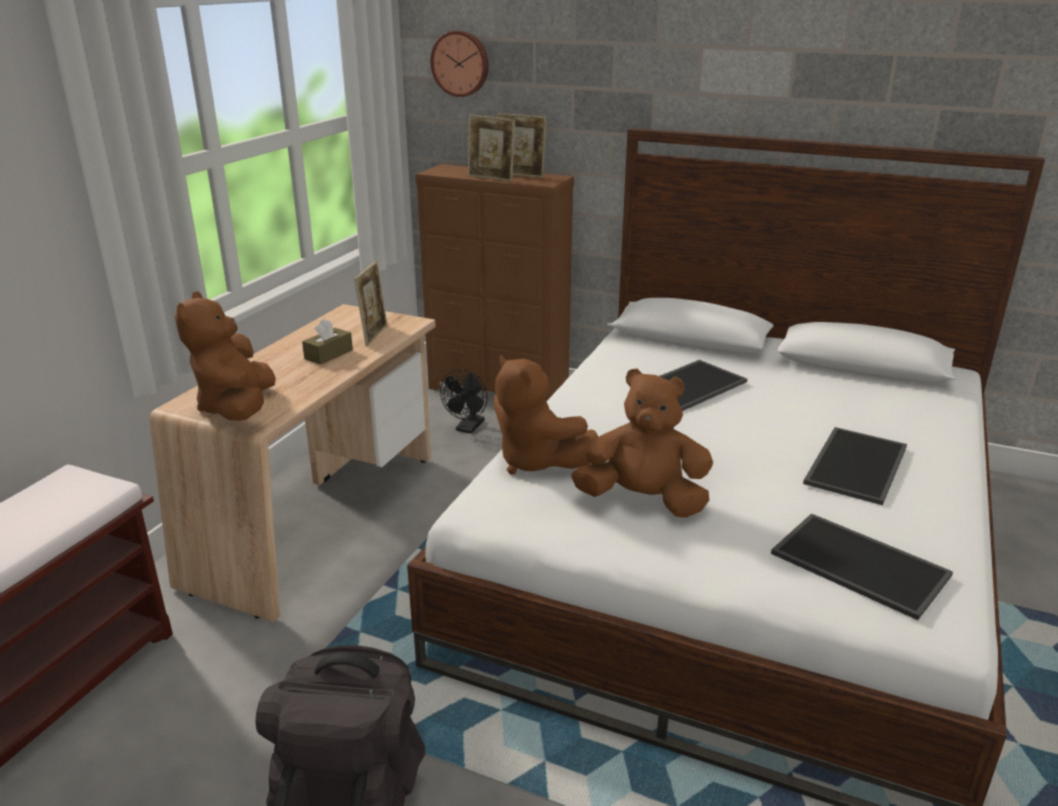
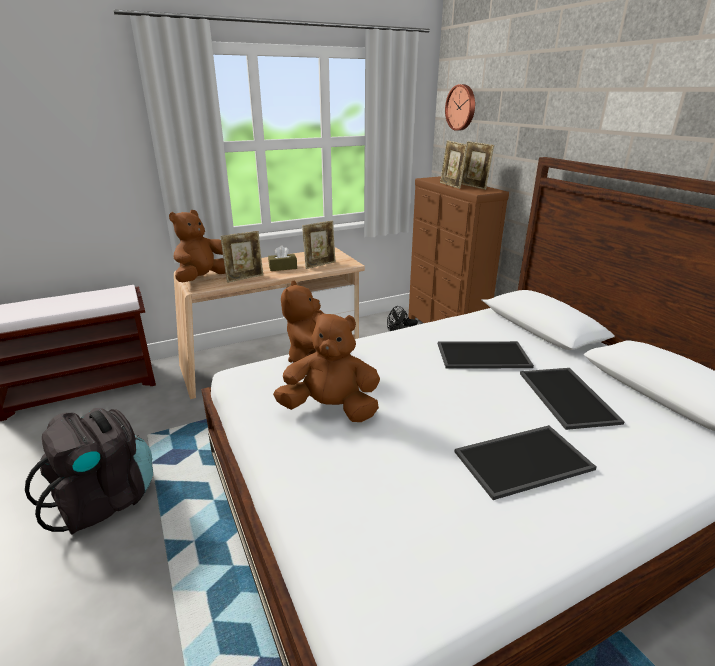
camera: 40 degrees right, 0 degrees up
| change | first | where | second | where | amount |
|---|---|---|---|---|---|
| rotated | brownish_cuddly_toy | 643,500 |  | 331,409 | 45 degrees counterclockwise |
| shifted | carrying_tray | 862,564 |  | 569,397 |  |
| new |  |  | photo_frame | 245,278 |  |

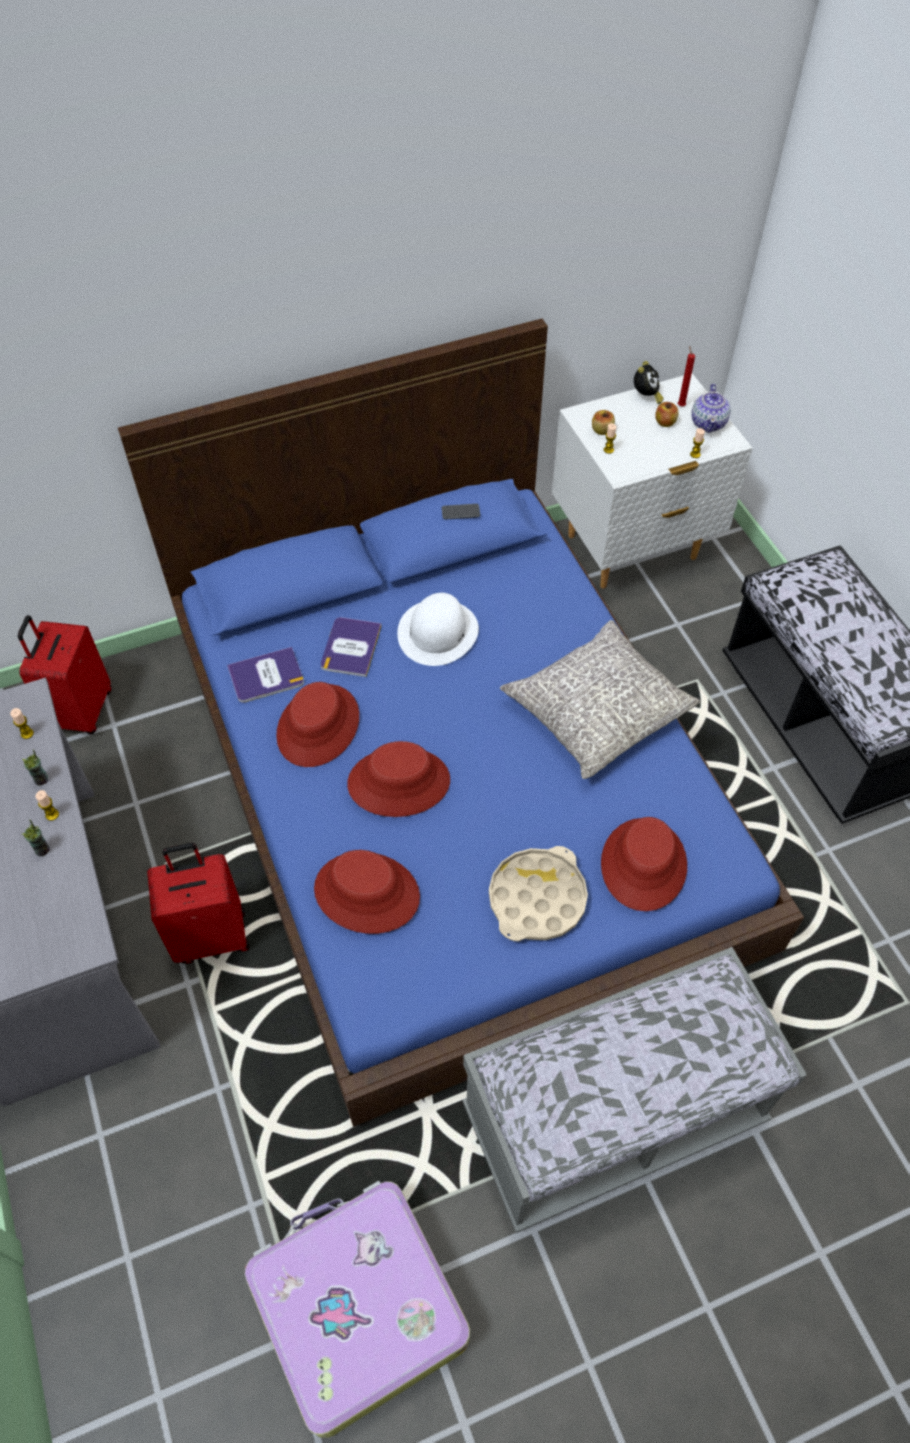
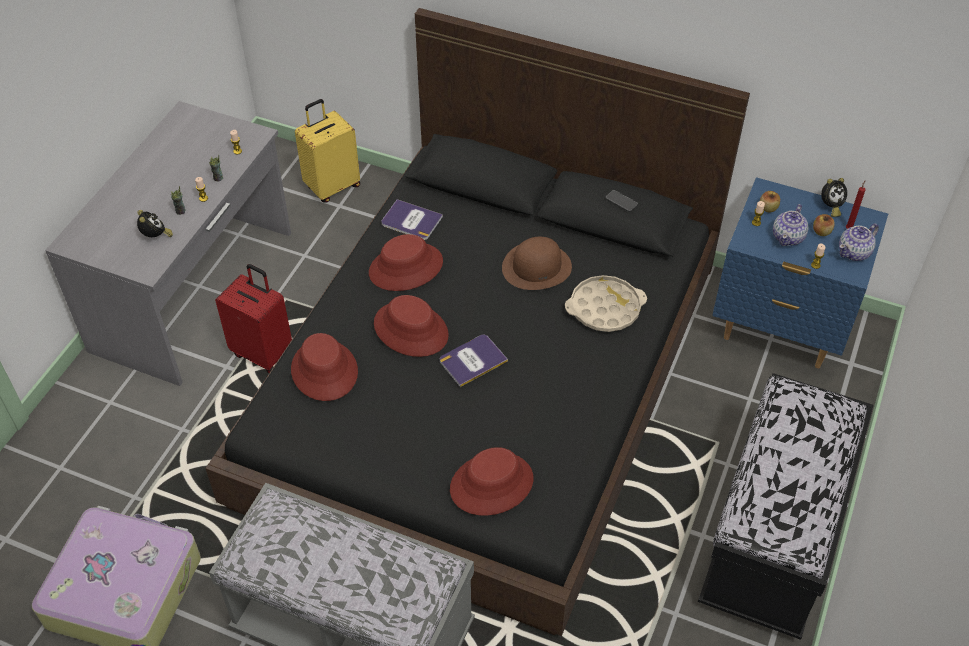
camera: 45 degrees right, 5 degrees down
| change | first | where | second | where | amount |
|---|---|---|---|---|---|
| repainted | blue-coloured_bedroom_bed | 454,781 | blackish_bedroom_bed | 485,379 |  |
| repainted | white_nightstand | 632,548 | blue-coloured_nightstand | 779,329 |  |
| repainted | white_wearable_hat | 438,631 | brownish_wearable_hat | 537,266 |  |
| repainted | red-coloured_piece_of_luggage | 81,710 | yellow-coloured_piece_of_luggage | 332,186 |  |
| shifted | volume | 351,647 |  | 472,360 |  |
| gone | greyish_cushion | 597,710 |  |  |  |
| shifted | sand-coloured_carrying_tray | 537,898 |  | 605,308 |  |
| new |  |  | tea_pot | 788,237 |  |
| new |  |  | table_clock | 156,237 |  |

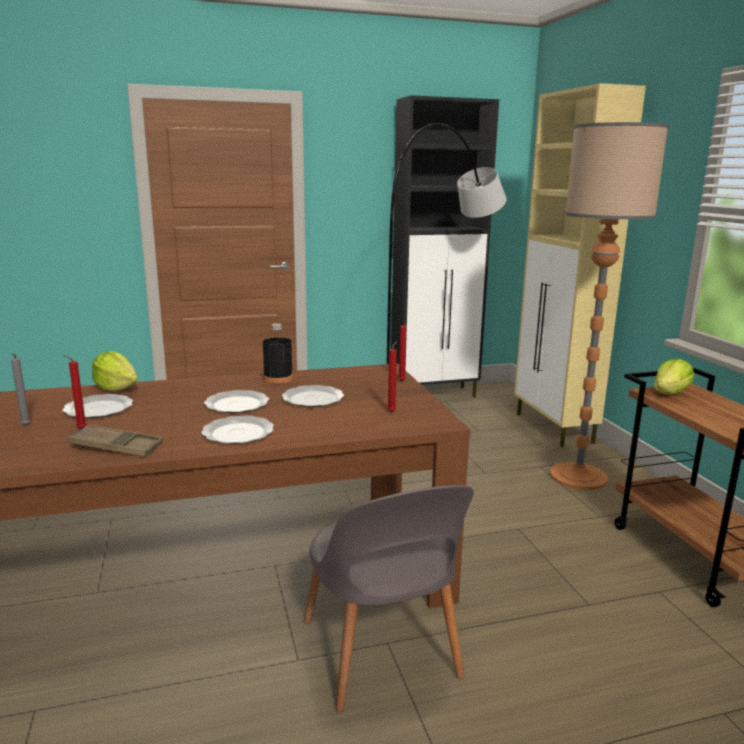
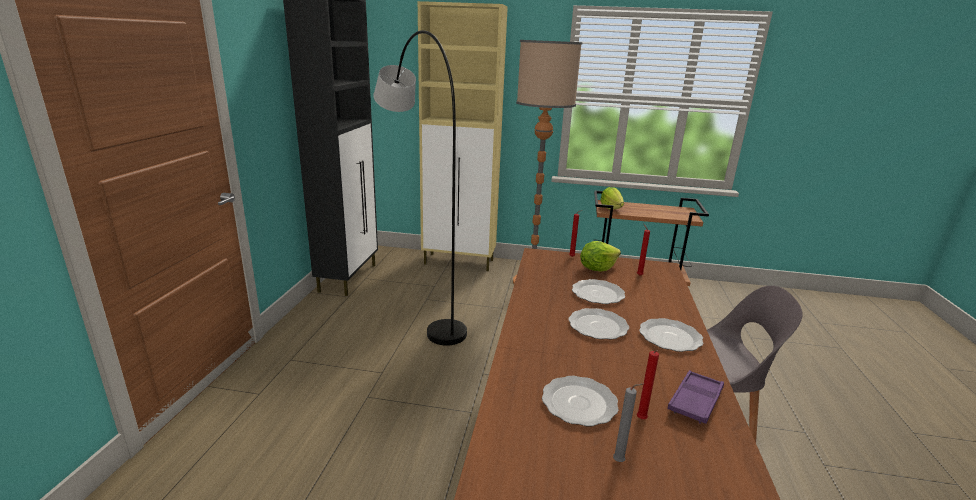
camera: 65 degrees left, 5 degrees up
| change | first | where | second | where | amount |
|---|---|---|---|---|---|
| gone | blackish_drink_bottle | 278,378 |  |  |  |
| shifted | lettuce | 116,388 |  | 597,268 |  |
| repainted | brownish_carrying_tray | 116,447 | purplish_carrying_tray | 695,401 |  |

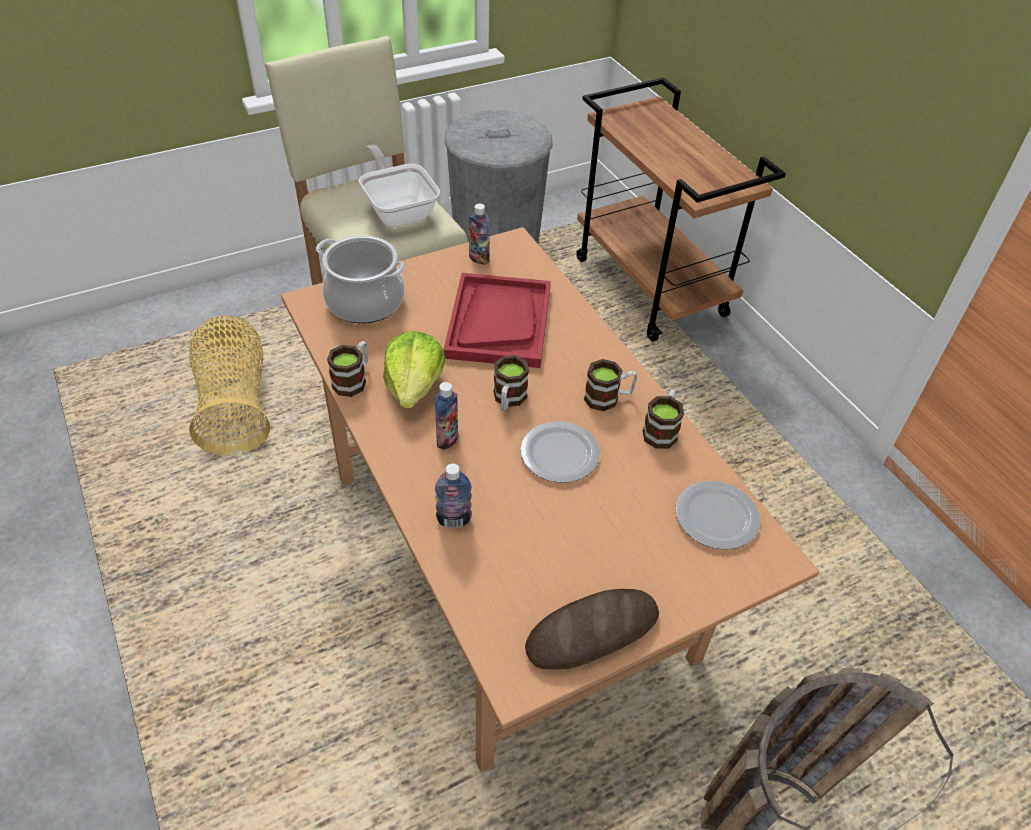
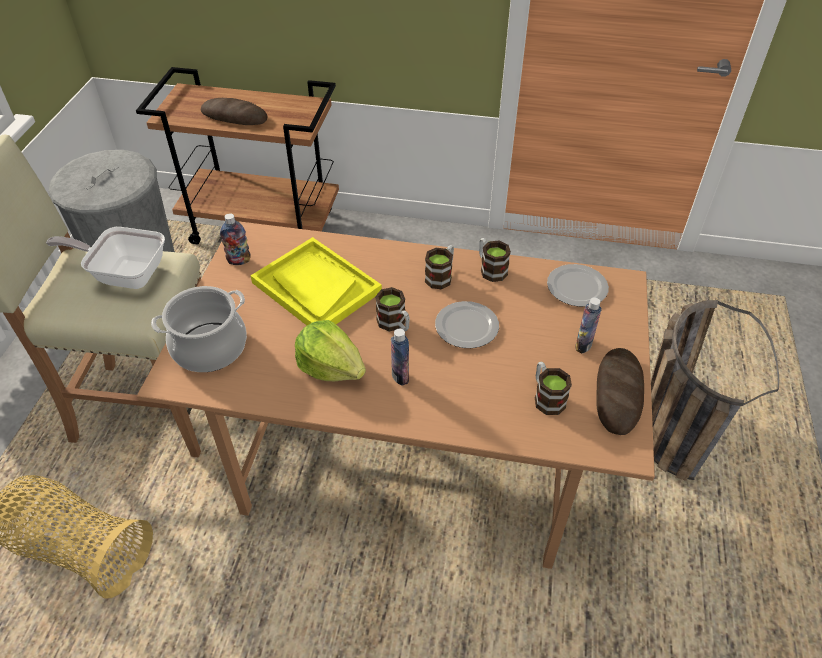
camera: 50 degrees left, 0 degrees up
| change | first | where | second | where | amount |
|---|---|---|---|---|---|
| repainted | red-coloured_carrying_tray | 498,322 | yellow-coloured_carrying_tray | 316,287 |  |
| shifted | coffee_mug | 353,379 |  | 546,397 |  |
| shifted | drink_bottle | 454,520 |  | 583,345 |  |
| new |  |  | baked_bread | 234,116 |  |

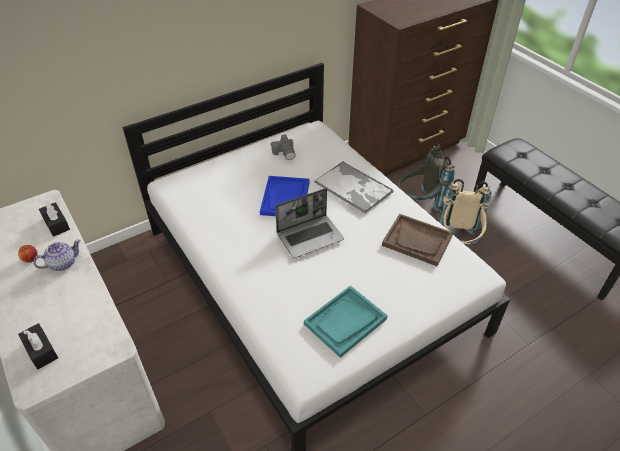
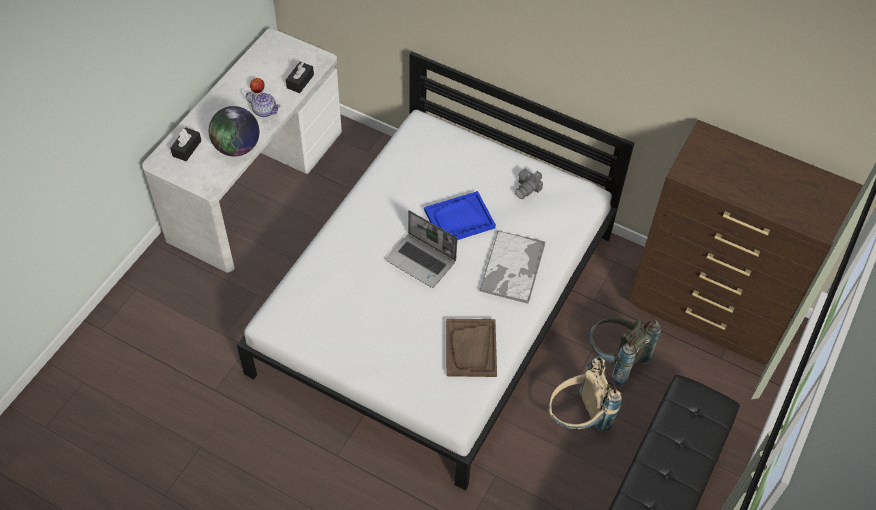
camera: 60 degrees right, 10 degrees up
| change | first | where | second | where | amount |
|---|---|---|---|---|---|
| gone | turquoise-coloured_carrying_tray | 345,322 |  |  |  |
| new |  |  | world_globe | 237,147 |  |

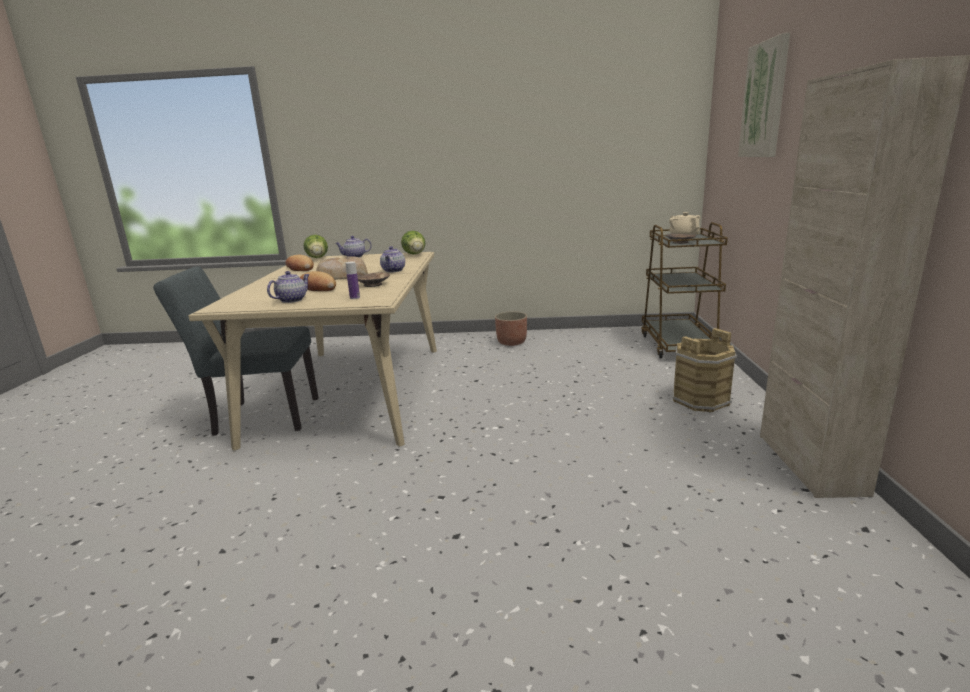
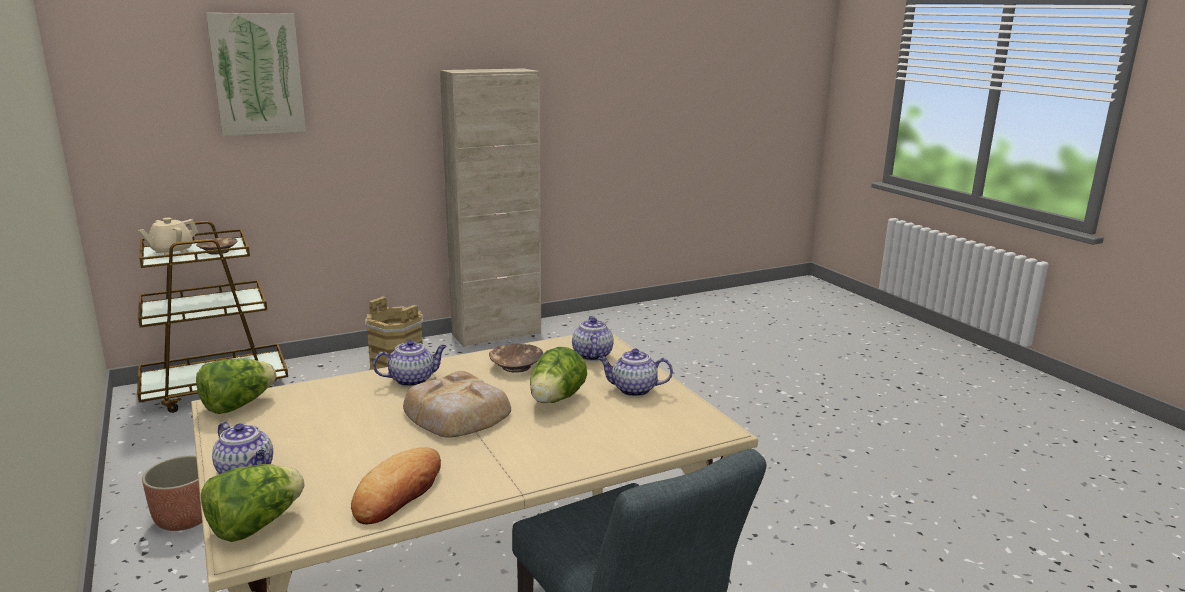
camera: 120 degrees left, 0 degrees up
| change | first | where | second | where | amount |
|---|---|---|---|---|---|
| swapped | drink_bottle | 355,298 | tea_pot | 591,355 |  |
| swapped | baked_bread | 317,287 | lettuce | 556,400 |  |

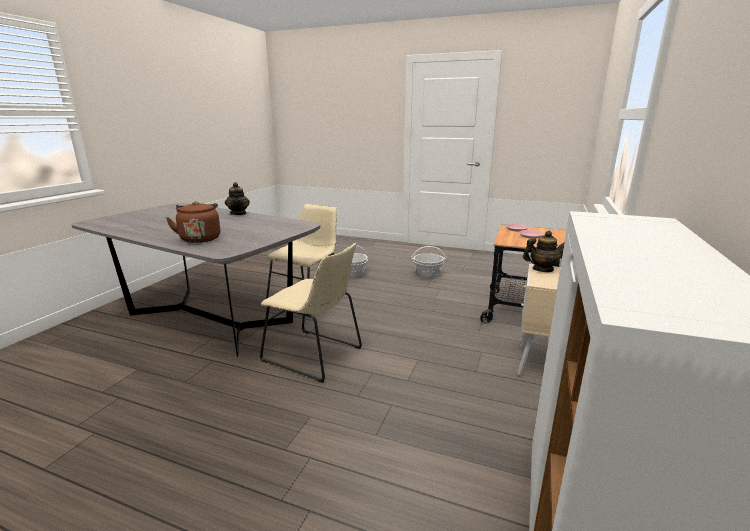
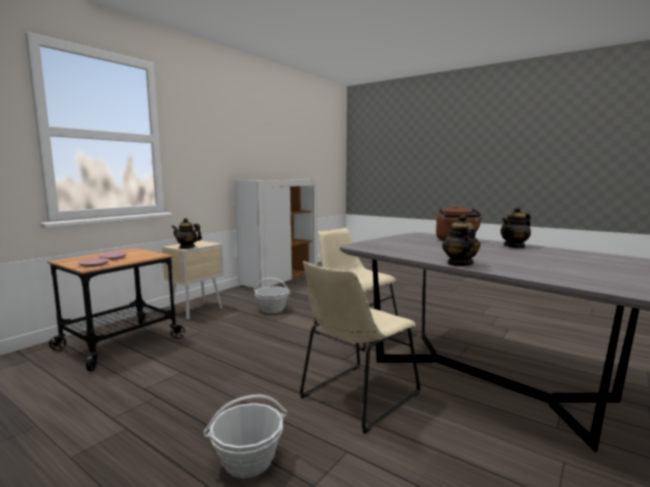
camera: 165 degrees left, 10 degrees down
| change | first | where | second | where | amount |
|---|---|---|---|---|---|
| shifted | household_basket | 427,274 |  | 272,309 |  |
| new |  |  | tea_pot | 514,246 |  |

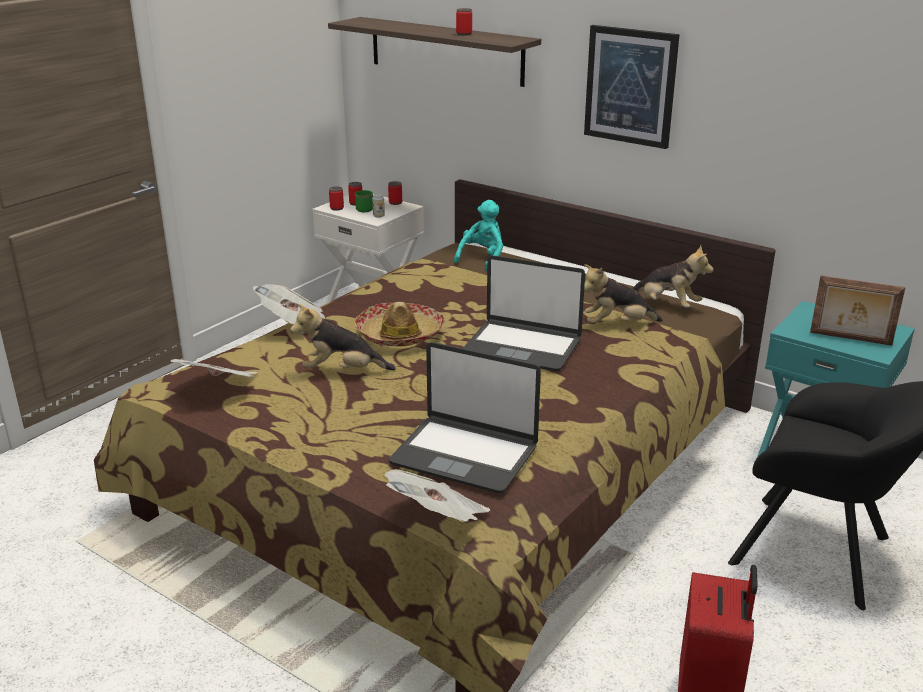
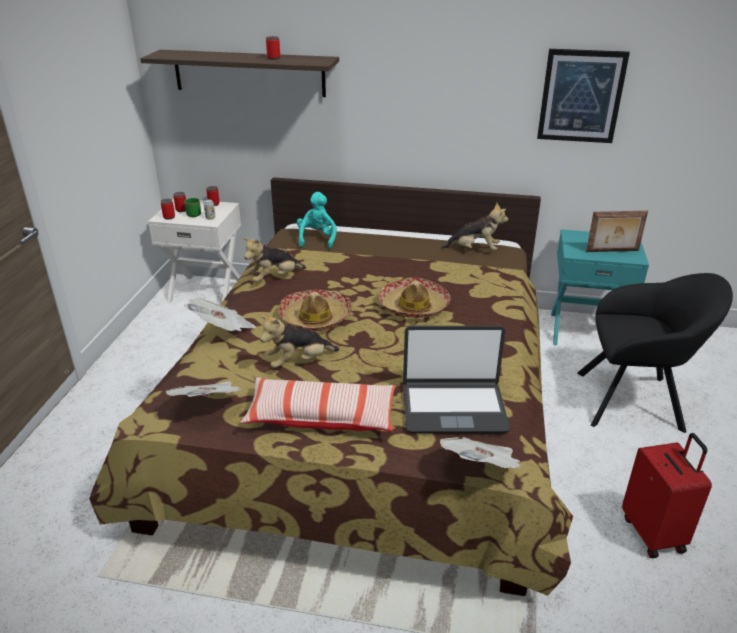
camera: 25 degrees left, 5 degrees up
| change | first | where | second | where | amount |
|---|---|---|---|---|---|
| shifted | picture | 630,86 |  | 581,96 |  |
| swapped | portable_computer | 522,346 | wearable_hat | 414,306 |  |
| shifted | cuddly_toy | 617,325 |  | 274,278 |  |
| new |  |  | cushion | 321,416 |  |

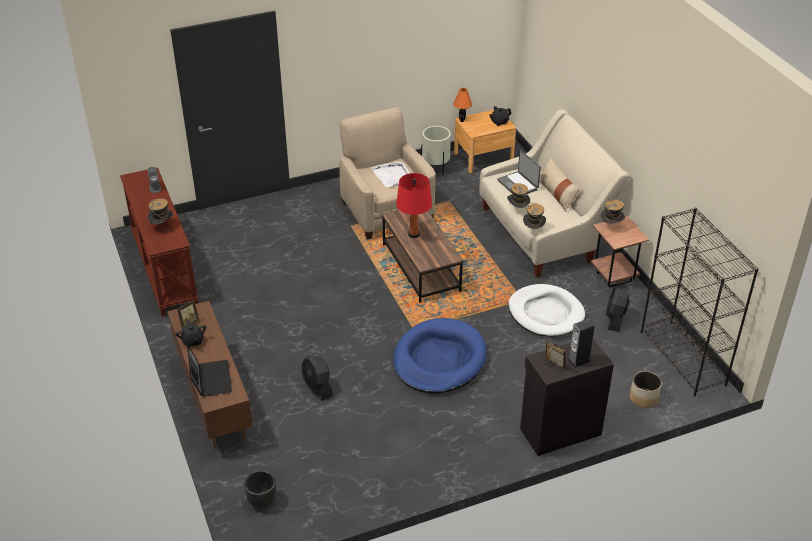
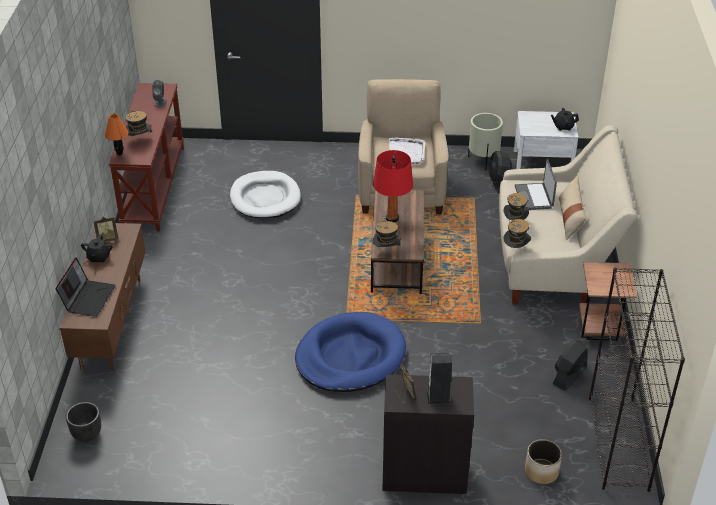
camera: 25 degrees right, 0 degrees up
| change | first | where | second | where | amount |
|---|---|---|---|---|---|
| shifted | orangey_tabletop_lamp | 462,120 |  | 120,153 |  |
| repainted | brownish_nightstand | 483,158 | white_nightstand | 542,163 |  |
| shifted | wearable_hat | 611,226 |  | 386,251 |  |
| shifted | white_dog_bed | 546,313 |  | 265,198 |  |
| shifted | blackish_cooling_fan | 317,387 |  | 498,182 |  |

